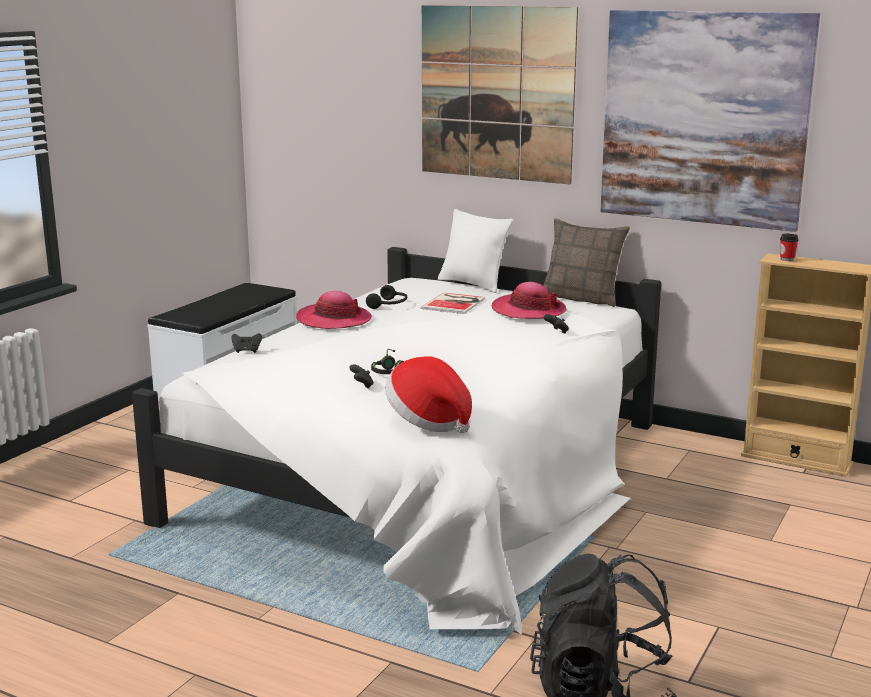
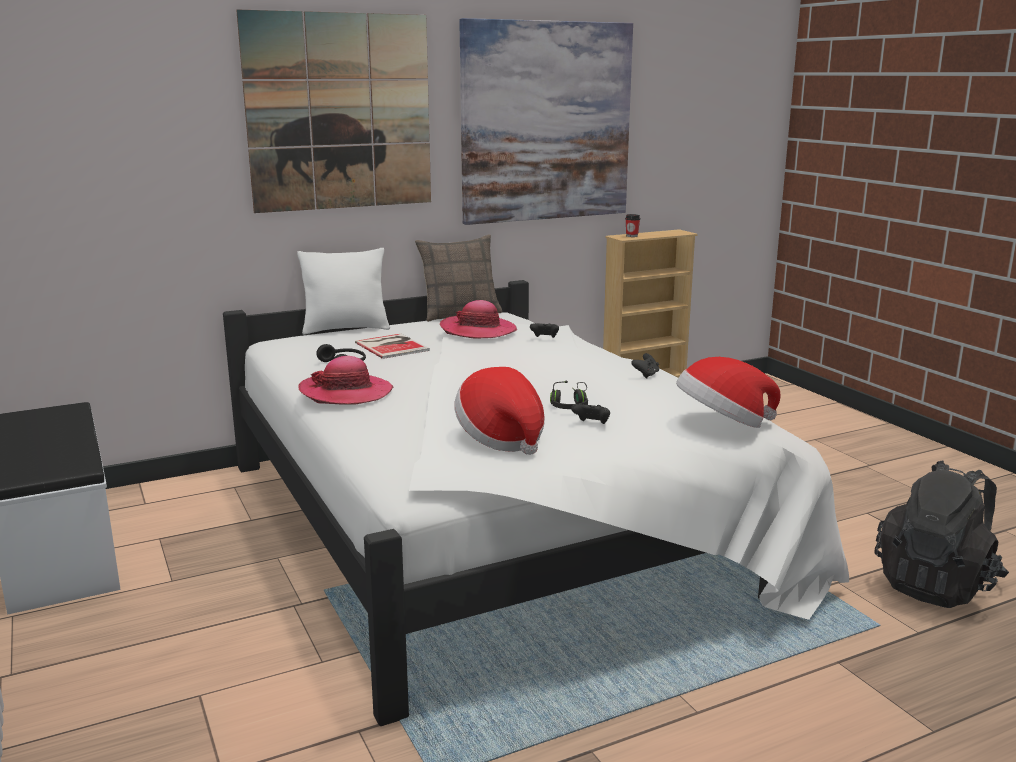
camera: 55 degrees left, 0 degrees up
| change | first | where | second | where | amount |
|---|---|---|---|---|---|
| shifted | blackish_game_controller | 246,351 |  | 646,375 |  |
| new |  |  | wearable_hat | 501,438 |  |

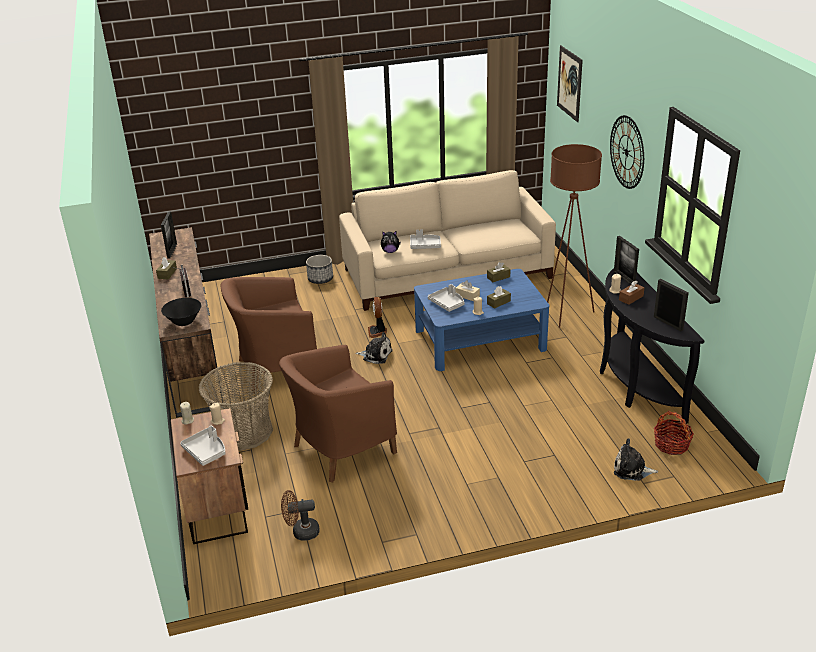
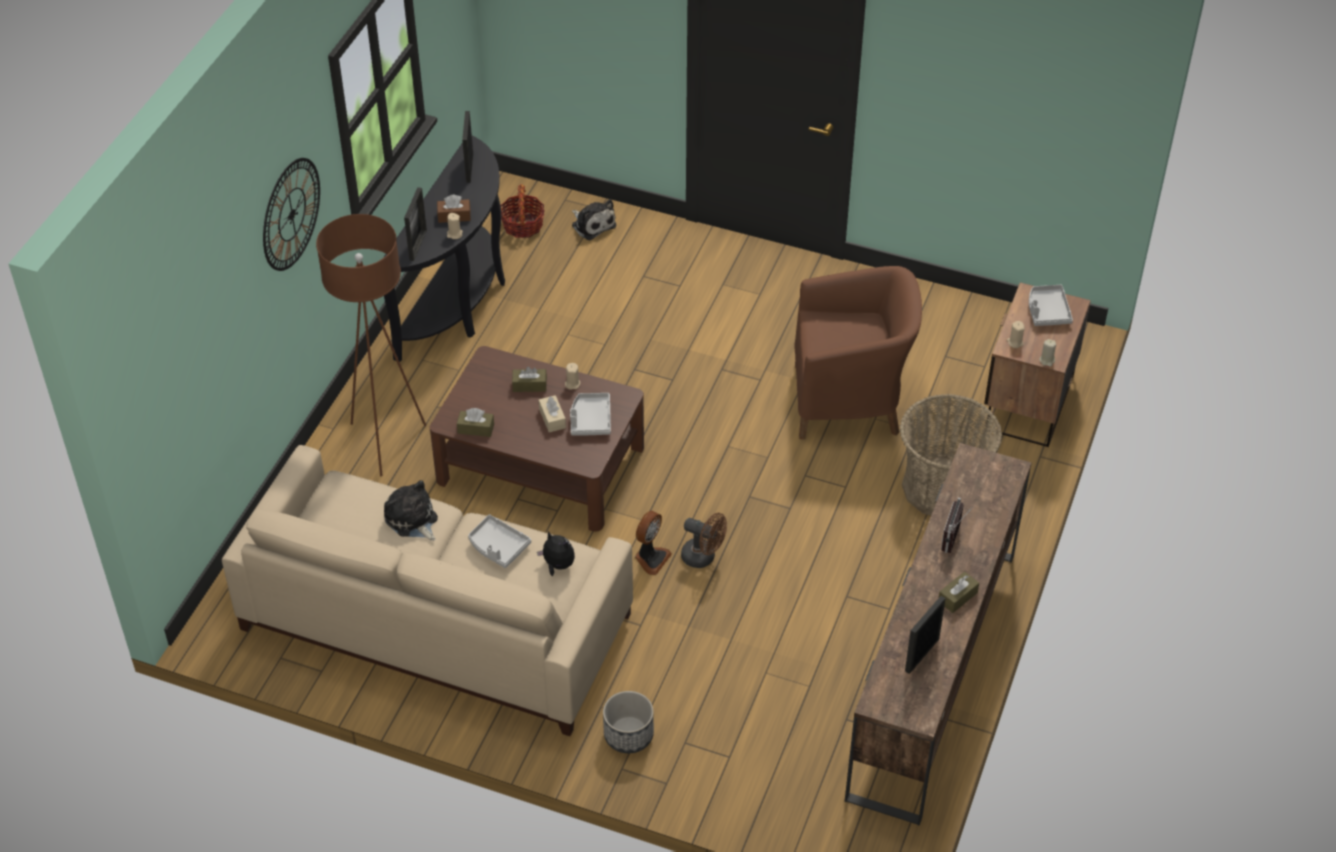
camera: 145 degrees left, 15 degrees up
| change | first | where | second | where | amount |
|---|---|---|---|---|---|
| gone | picture | 569,83 |  |  |  |
| repainted | blue-coloured_lounge_table | 480,339 | brownish_lounge_table | 540,464 |  |
| gone | brownish_armchair | 275,369 |  |  |  |
| gone | blackish_deep_dish | 184,321 |  |  |  |
| shifted | cuddly_toy | 376,355 |  | 412,520 |  |
| shifted | brownish_cooling_fan | 301,532 |  | 703,557 |  |

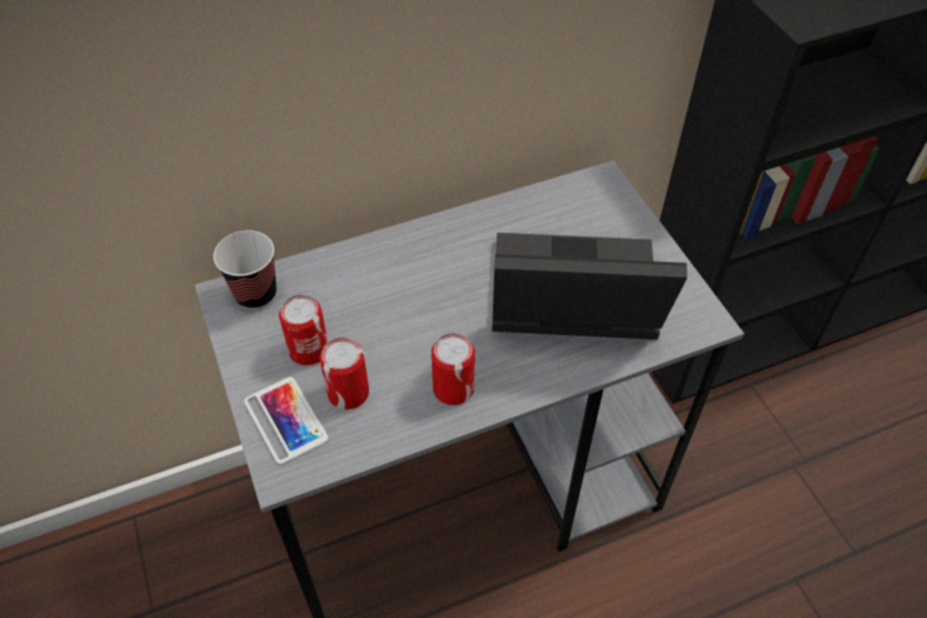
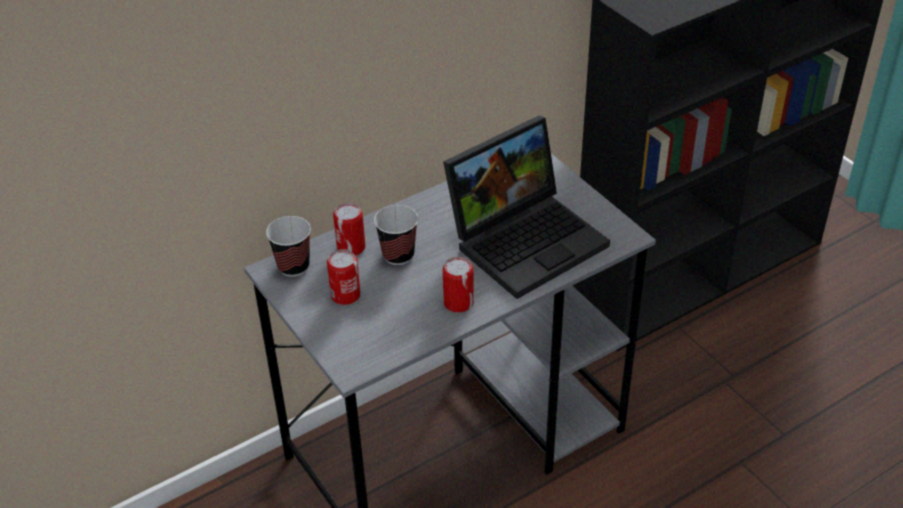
camera: 10 degrees left, 10 degrees down
| change | first | where | second | where | amount |
|---|---|---|---|---|---|
| rotated | portable_computer | 569,303 |  | 527,238 | 150 degrees clockwise |
| shifted | can | 348,393 |  | 351,247 |  |
| gone | phone | 286,420 |  |  |  |
| new |  |  | cup | 398,255 |  |

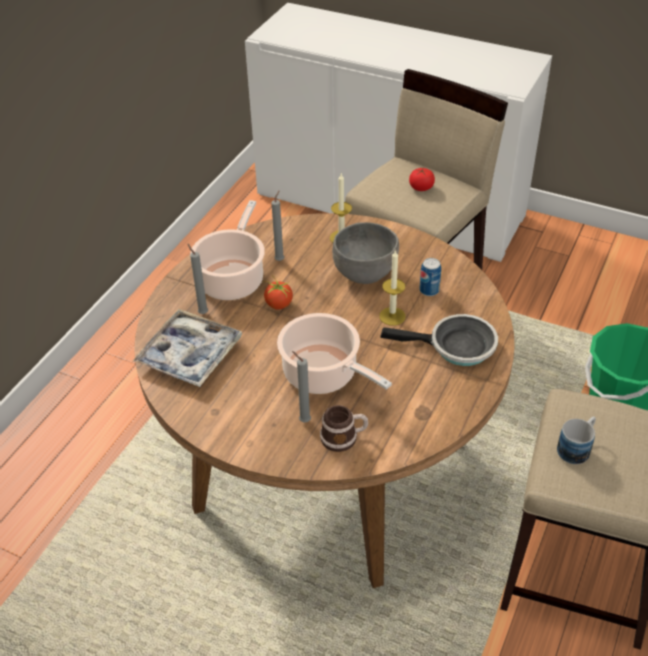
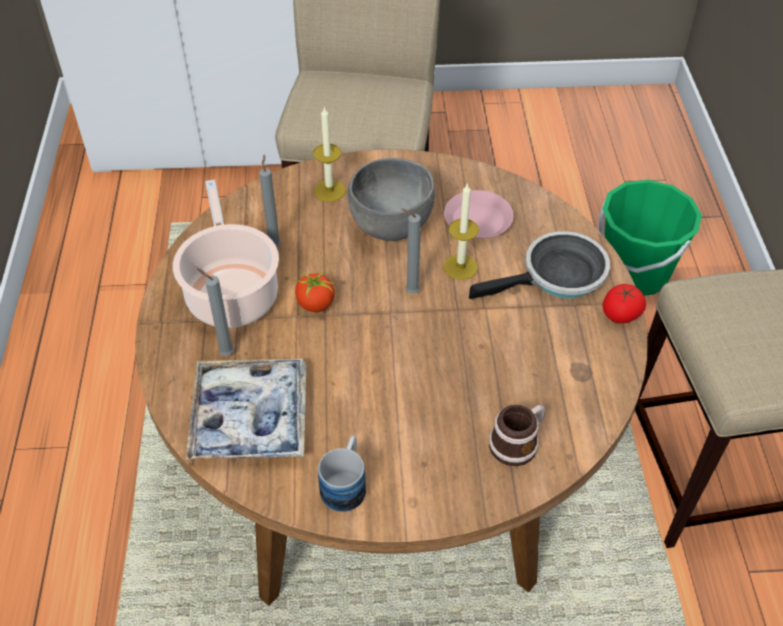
camera: 30 degrees left, 5 degrees up
| change | first | where | second | where | amount |
|---|---|---|---|---|---|
| shifted | tomato | 421,188 |  | 620,315 |  |
| swapped | can | 429,290 | pinkish_flat_dish | 478,220 |  |
| gone | cooking_pot | 324,374 |  |  |  |
| shifted | greyish_wax_light | 303,420 |  | 410,292 |  |
| shifted | coffee_mug | 577,447 |  | 346,483 |  |

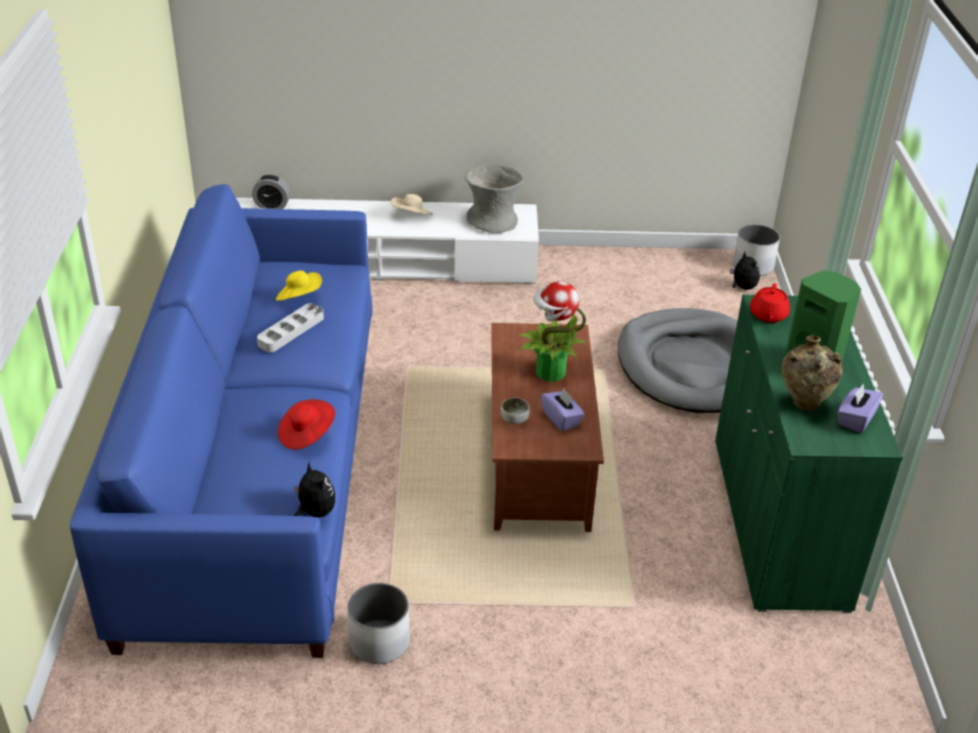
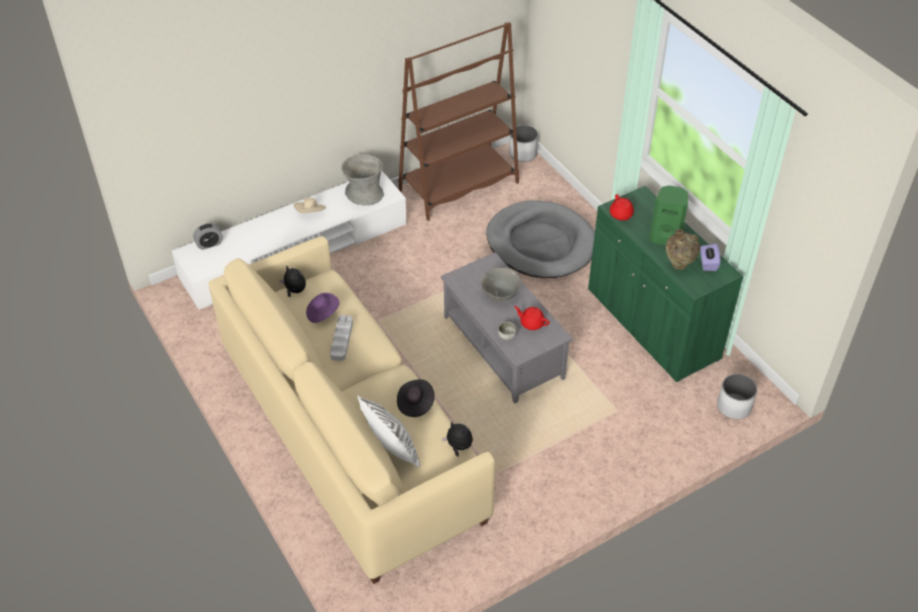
camera: 30 degrees left, 10 degrees up
| change | first | where | second | where | amount |
|---|---|---|---|---|---|
| repainted | blue-coloured_settee | 258,468 | sand-coloured_settee | 349,432 |  |
| shifted | cuddly_toy | 742,287 |  | 294,291 |  |
| repainted | yellow-coloured_wearable_hat | 299,298 | purplish_wearable_hat | 322,313 |  |
| swapped | houseplant | 549,372 | greyish_deep_dish | 500,295 |  |
| repainted | brownish_lounge_table | 536,459 | greyish_lounge_table | 502,347 |  |
| swapped | purplish_tissue_holder | 561,419 | red-coloured_tea_pot | 531,323 |  |
| repainted | red-coloured_wearable_hat | 306,435 | blackish_wearable_hat | 415,403 |  |
| shifted | white_planter | 379,642 |  | 734,407 |  |
| new |  |  | brownish_bookshelf | 459,187 |  |
| new |  |  | white_cushion | 392,449 |  |

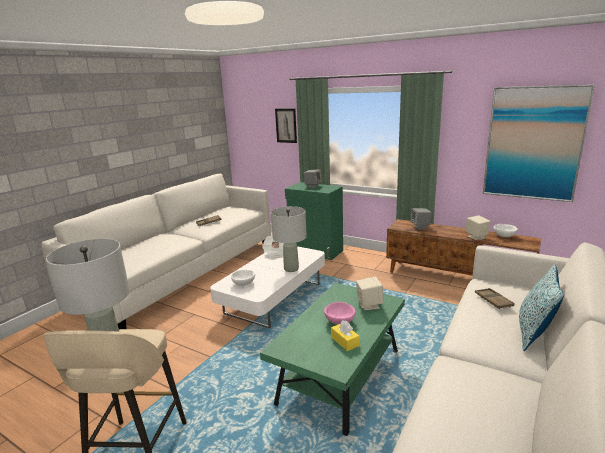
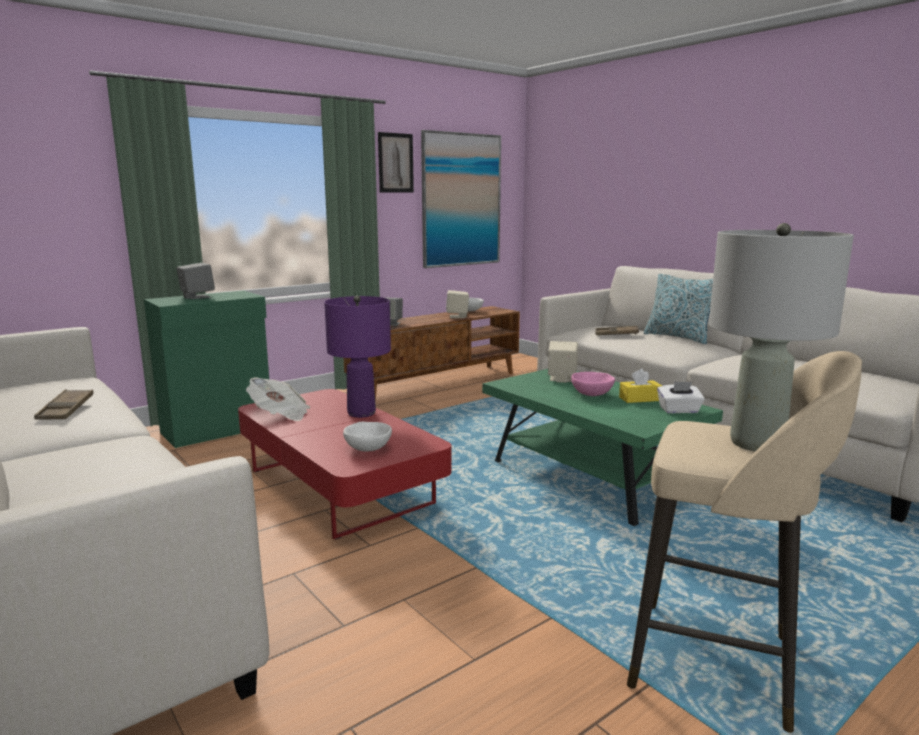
camera: 70 degrees left, 5 degrees down
| change | first | where | second | where | amount |
|---|---|---|---|---|---|
| shifted | picture | 286,125 |  | 395,163 |  |
| repainted | greyish_tabletop_lamp | 291,269 | purplish_tabletop_lamp | 361,413 |  |
| repainted | white_lounge_table | 274,298 | red-coloured_lounge_table | 339,487 |  |
| new |  |  | white_tissue_holder | 679,410 |  |

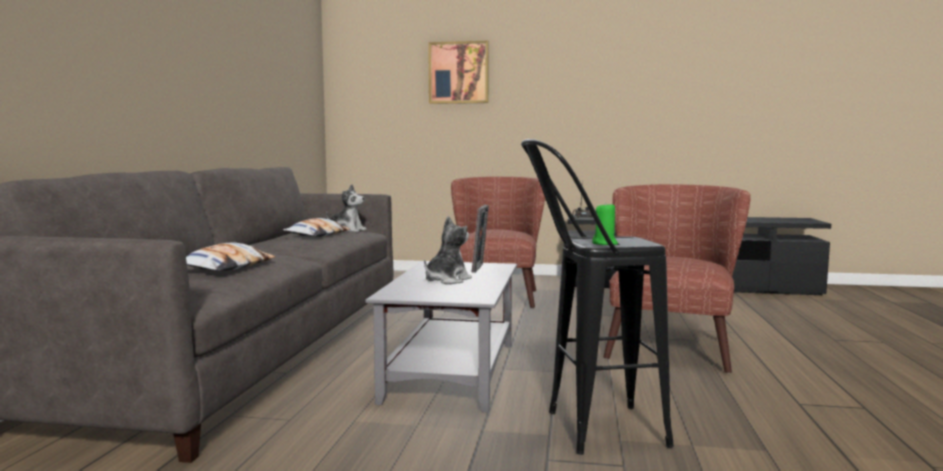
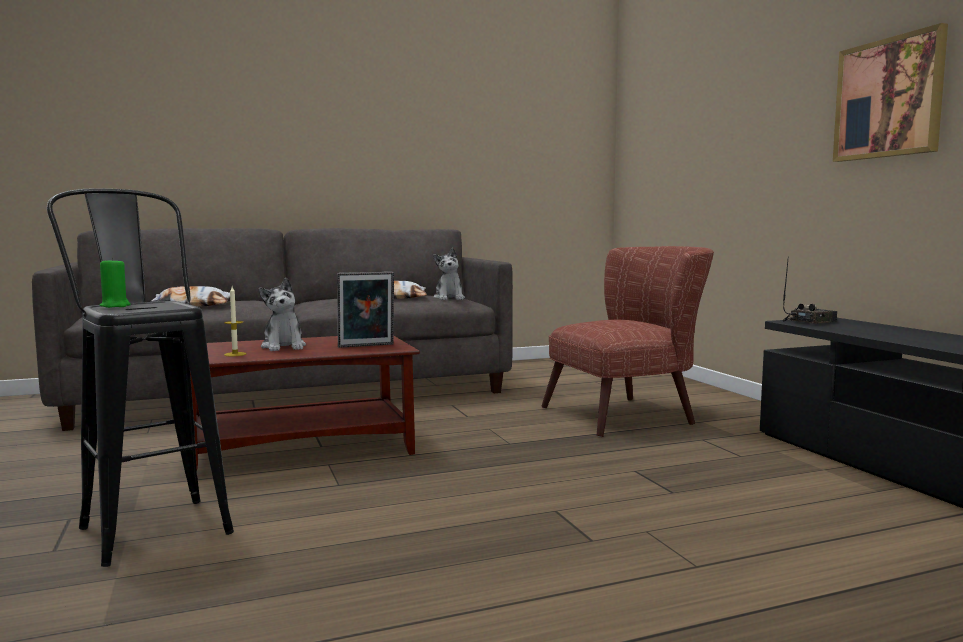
camera: 60 degrees right, 0 degrees up
| change | first | where | second | where | amount |
|---|---|---|---|---|---|
| shifted | picture | 458,73 |  | 888,98 |  |
| gone | brownish_armchair | 671,346 |  |  |  |
| rotated | cuddly_toy | 446,280 |  | 284,347 | 60 degrees clockwise |
| repainted | greyish_lounge_table | 451,371 | brownish_lounge_table | 302,449 |  |
| new |  |  | wax_light | 235,354 |  |

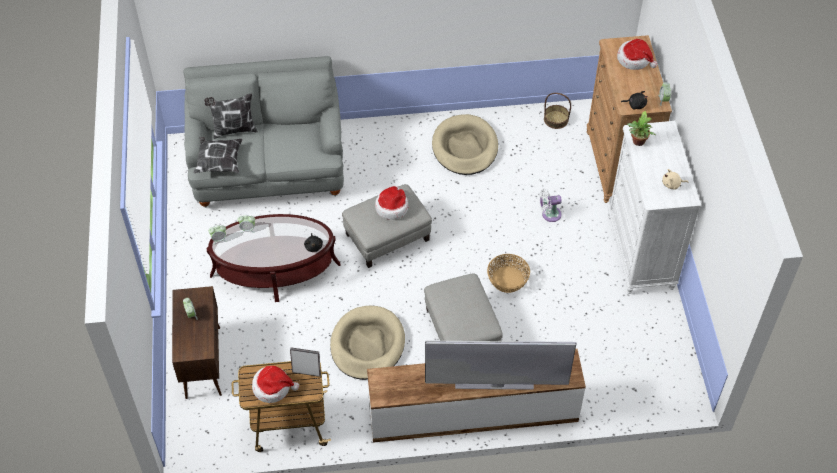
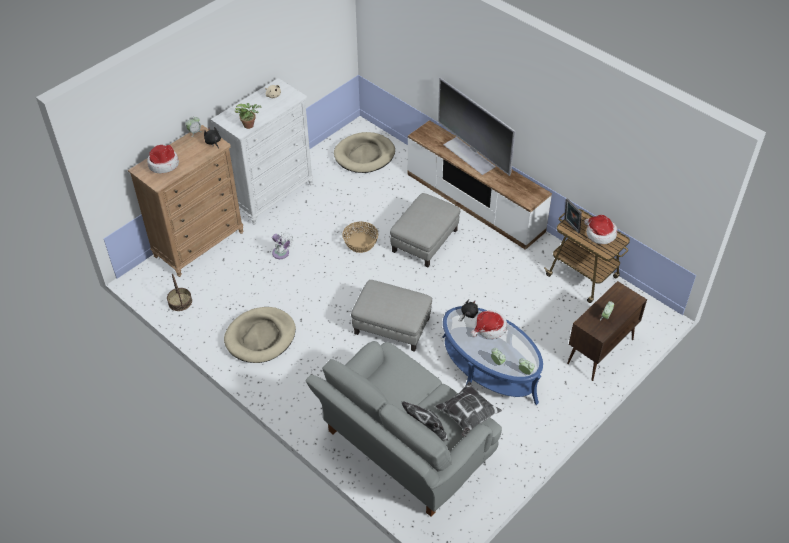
camera: 130 degrees left, 5 degrees down
| change | first | where | second | where | amount |
|---|---|---|---|---|---|
| shifted | wearable_hat | 392,207 |  | 489,328 |  |
| repainted | brownish_lounge_table | 275,270 | blue-coloured_lounge_table | 489,369 |  |
| shifted | sand-coloured_dog_bed | 367,345 |  | 364,155 |  |

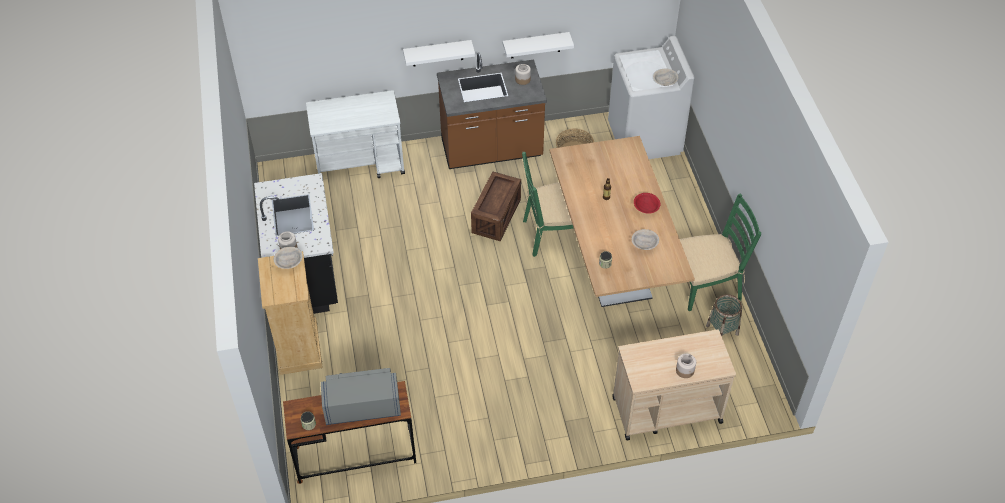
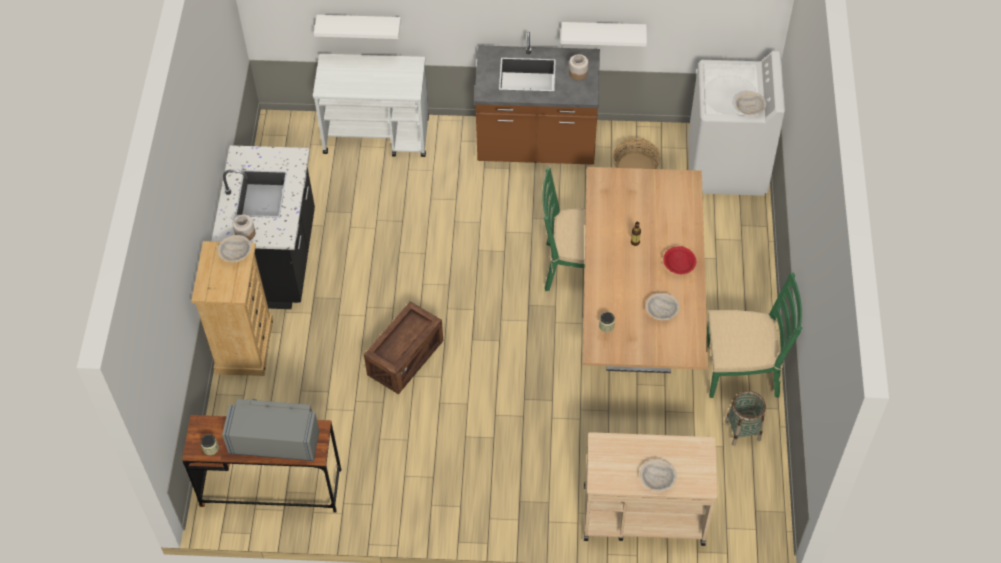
camera: 15 degrees right, 5 degrees up
| change | first | where | second | where | amount |
|---|---|---|---|---|---|
| shifted | white_wall_shelf | 437,53 |  | 359,26 |  |
| shifted | crate | 496,216 |  | 405,358 |  |
| swapped | jar | 685,370 | sand-coloured_deep_dish | 657,480 |  |

